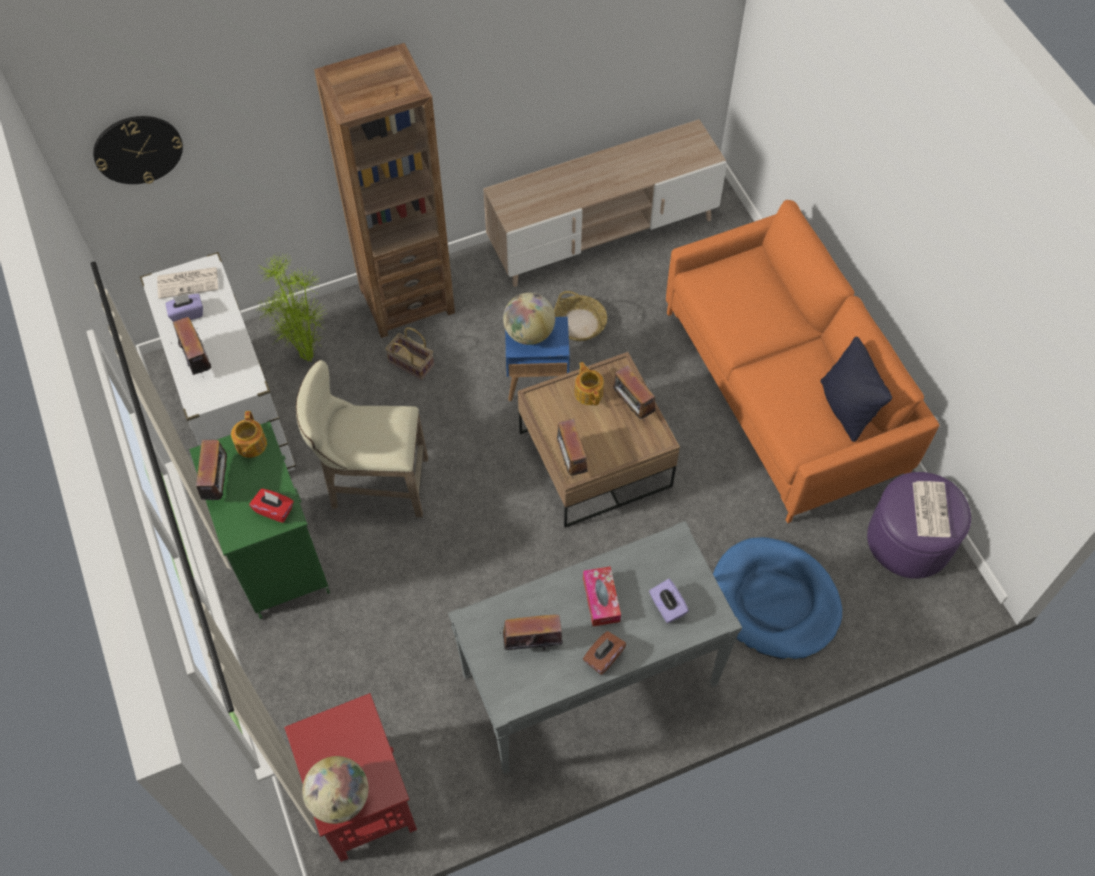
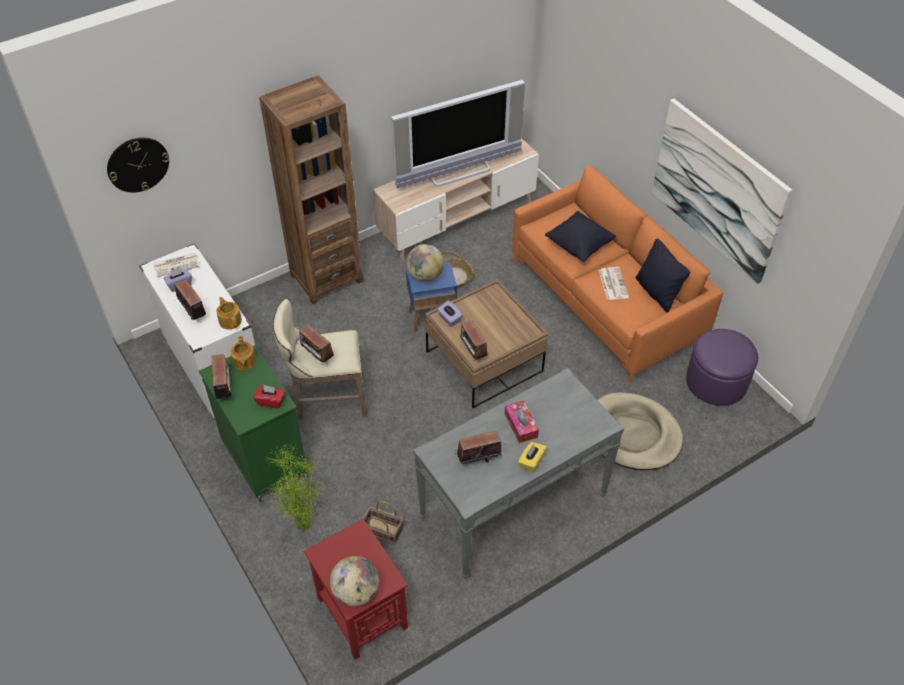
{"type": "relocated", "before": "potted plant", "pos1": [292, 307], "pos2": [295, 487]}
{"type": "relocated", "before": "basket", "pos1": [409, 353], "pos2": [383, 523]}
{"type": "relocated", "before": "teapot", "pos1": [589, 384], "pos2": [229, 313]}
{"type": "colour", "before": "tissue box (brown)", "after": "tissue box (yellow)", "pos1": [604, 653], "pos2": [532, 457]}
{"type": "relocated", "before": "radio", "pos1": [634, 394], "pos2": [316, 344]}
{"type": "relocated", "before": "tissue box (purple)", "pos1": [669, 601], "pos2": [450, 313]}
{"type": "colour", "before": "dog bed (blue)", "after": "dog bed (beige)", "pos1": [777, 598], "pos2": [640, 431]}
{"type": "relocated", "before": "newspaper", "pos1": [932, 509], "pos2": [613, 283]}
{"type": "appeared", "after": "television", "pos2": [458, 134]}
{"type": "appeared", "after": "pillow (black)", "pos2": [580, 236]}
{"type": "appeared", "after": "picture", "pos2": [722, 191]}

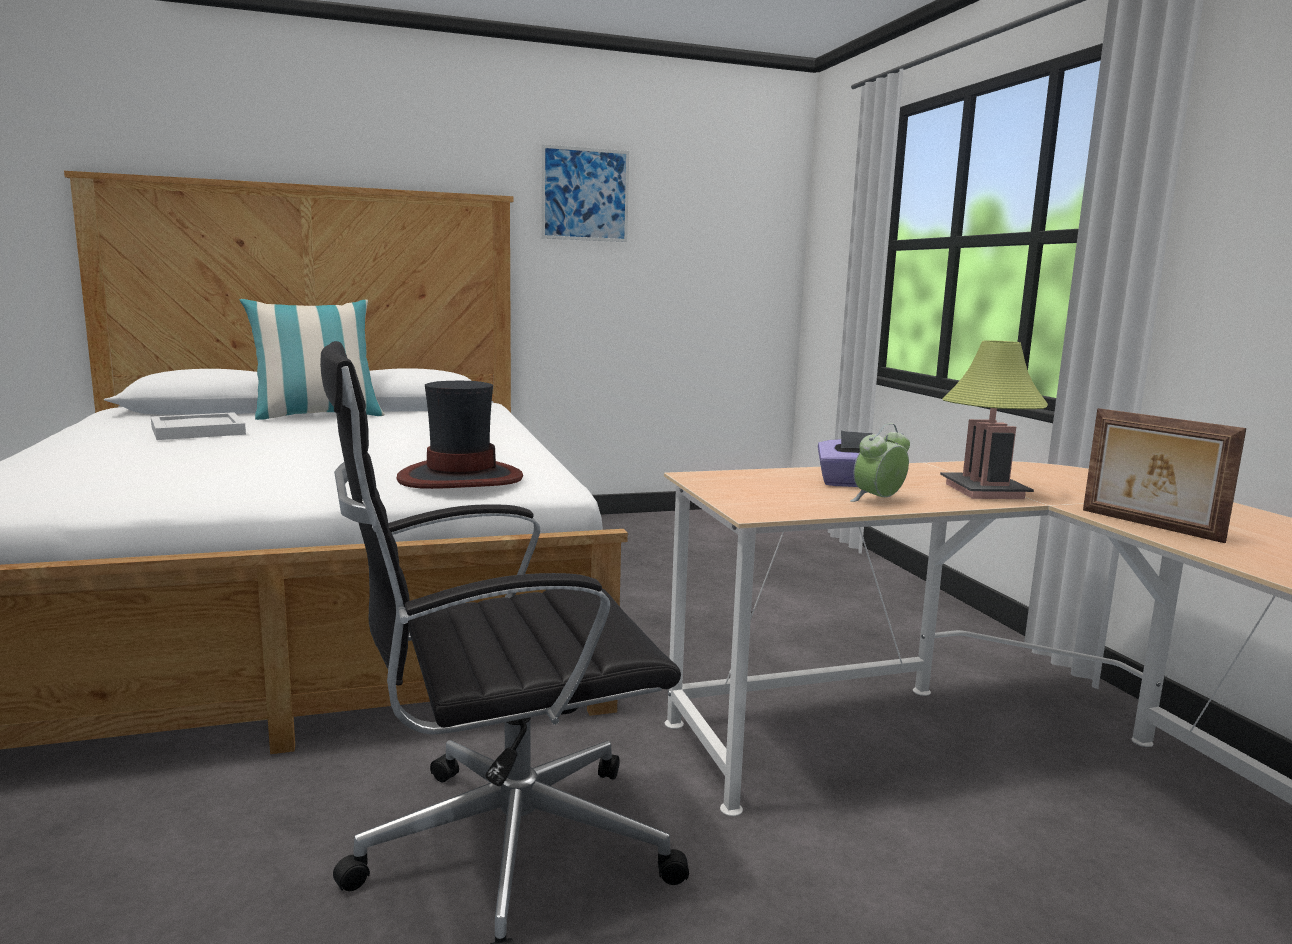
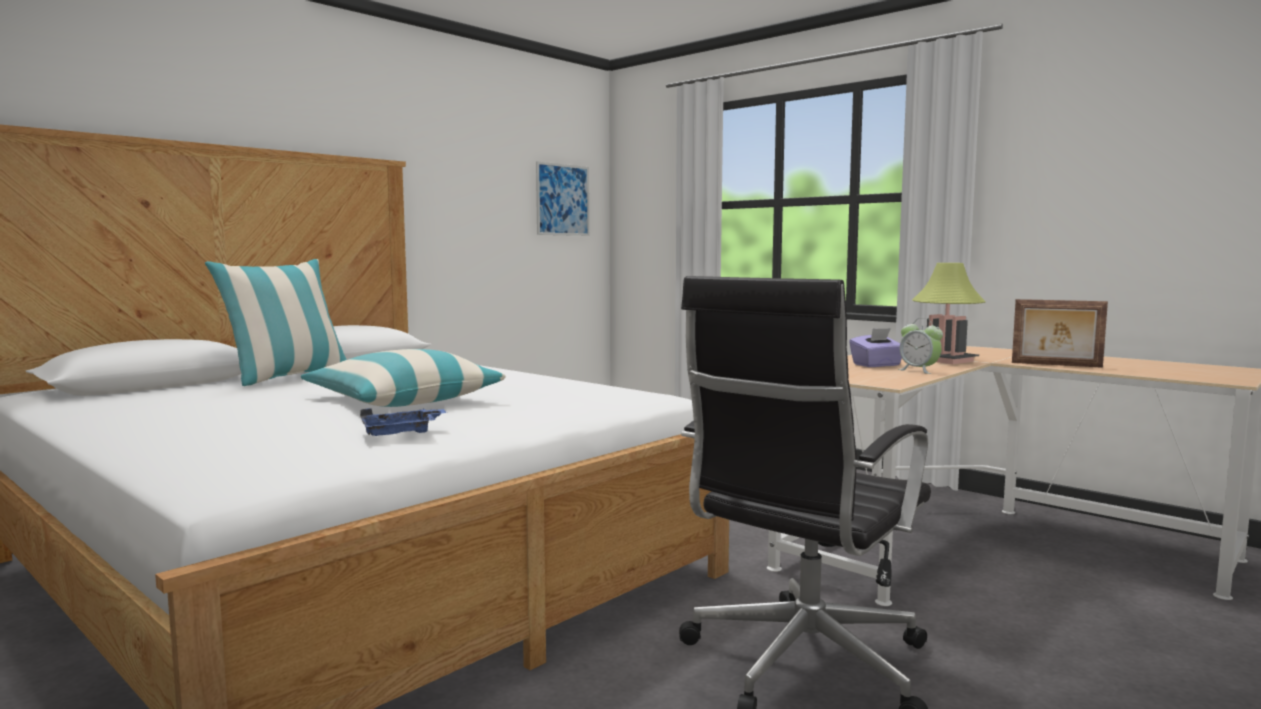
{"type": "missing", "before": "tray (white)", "pos1": [198, 426]}
{"type": "missing", "before": "hat", "pos1": [459, 435]}
{"type": "relocated", "before": "picture", "pos1": [585, 193], "pos2": [562, 198]}
{"type": "spun", "before": "alarm clock", "pos1": [880, 463], "pos2": [920, 346], "turn": -60}
{"type": "appeared", "after": "pillow", "pos2": [403, 378]}
{"type": "appeared", "after": "tray (blue)", "pos2": [403, 422]}

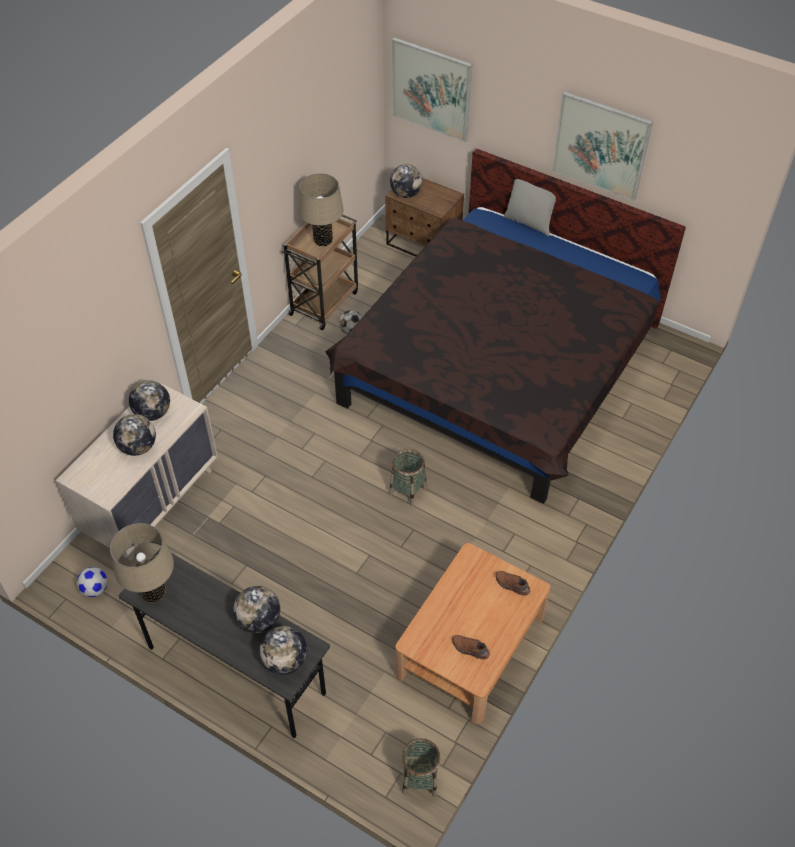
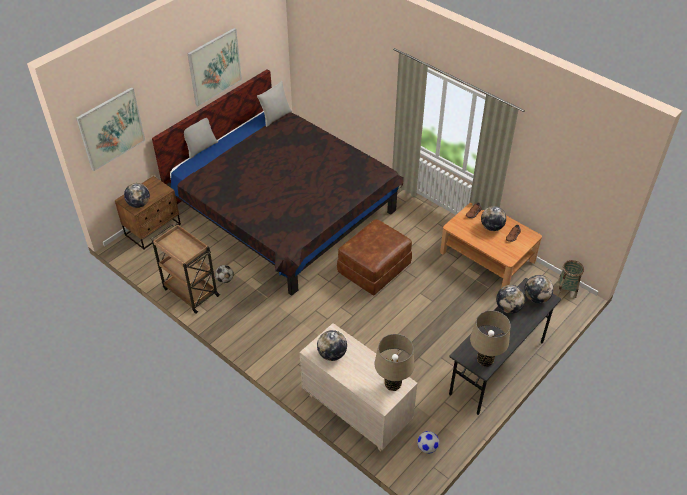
{"type": "relocated", "before": "globe", "pos1": [134, 435], "pos2": [493, 218]}
{"type": "relocated", "before": "table lamp (beige)", "pos1": [321, 209], "pos2": [395, 362]}
{"type": "exchanged", "before": "basket", "after": "ottoman (brown)", "pos1": [408, 477], "pos2": [374, 257]}
{"type": "appeared", "after": "pillow (grey)", "pos2": [274, 104]}

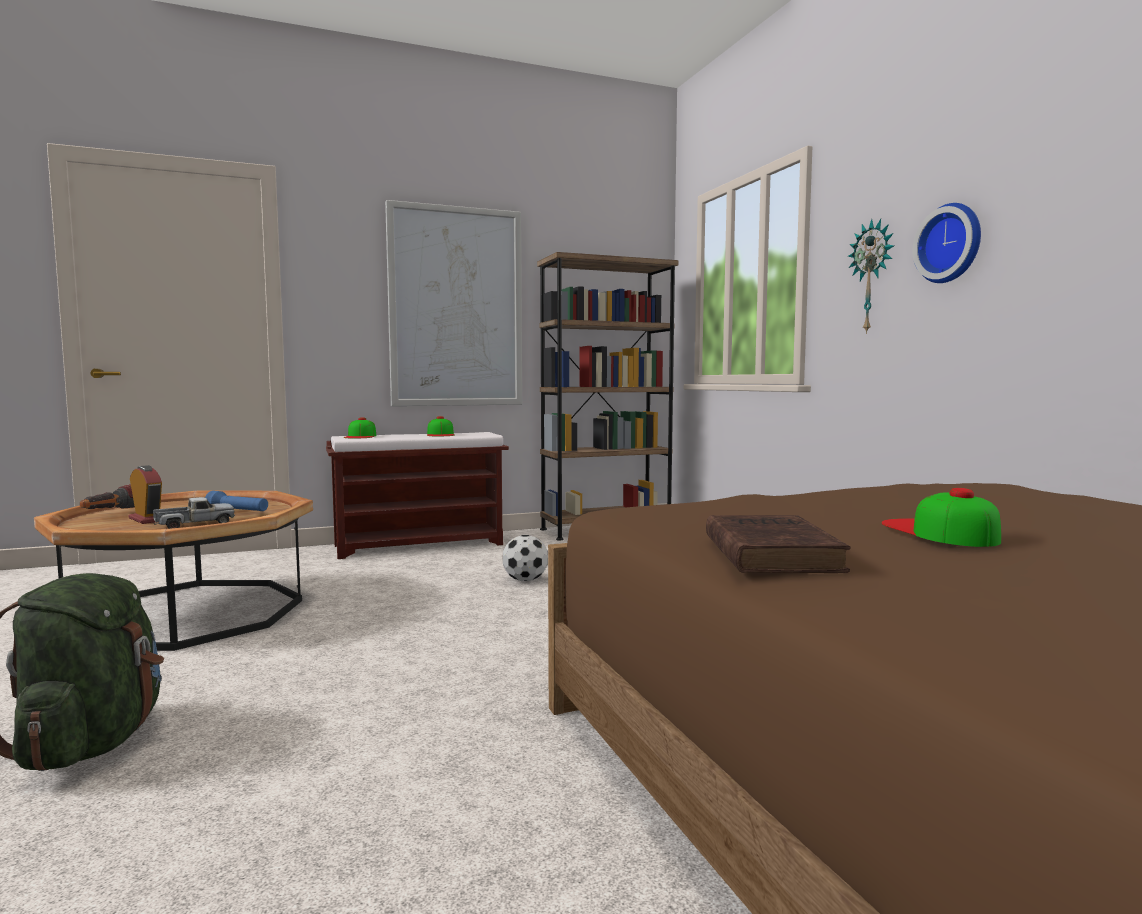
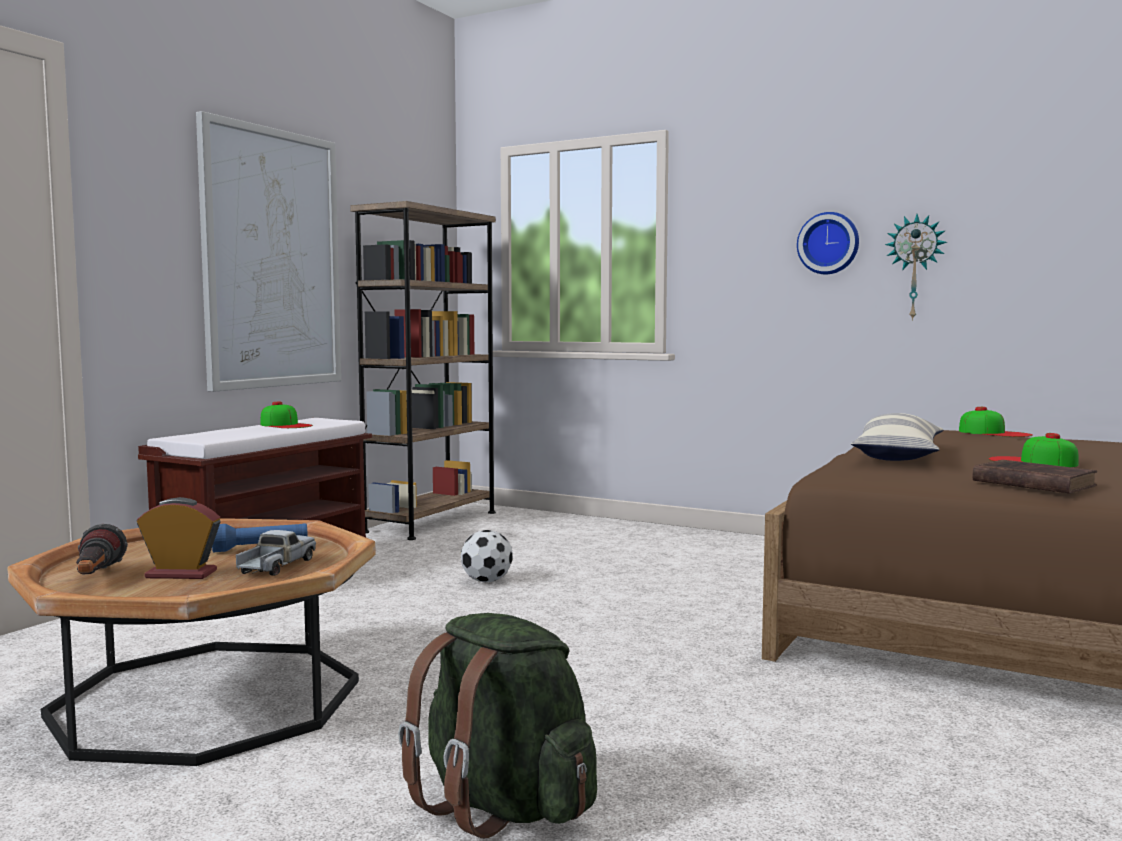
{"type": "relocated", "before": "cap", "pos1": [360, 427], "pos2": [996, 422]}
{"type": "relocated", "before": "wall clock", "pos1": [871, 276], "pos2": [916, 267]}
{"type": "appeared", "after": "pillow", "pos2": [897, 437]}

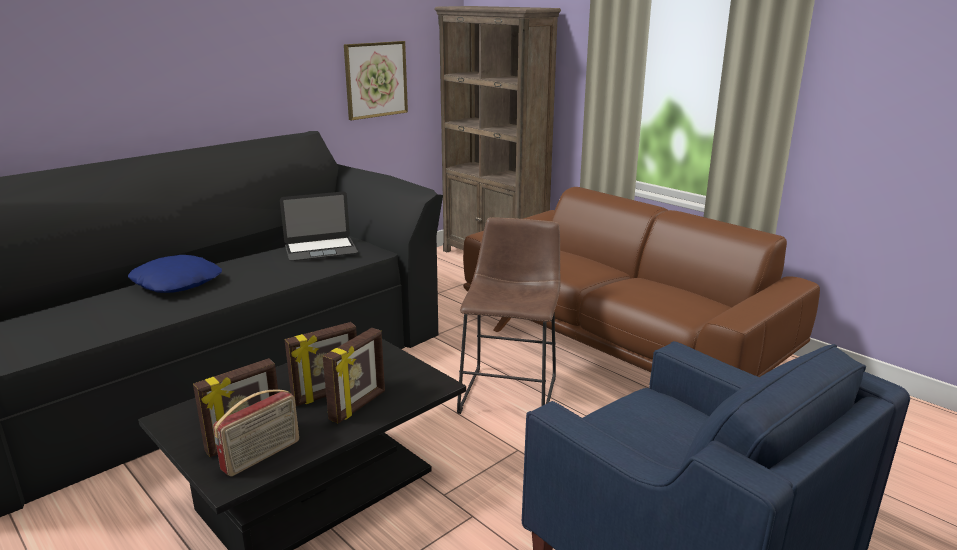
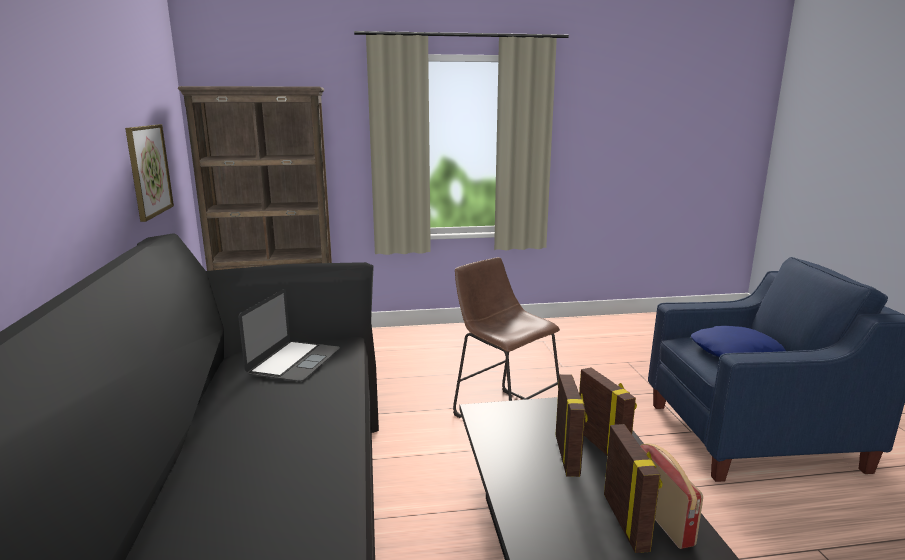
{"type": "relocated", "before": "pillow (blue)", "pos1": [175, 274], "pos2": [738, 341]}
{"type": "missing", "before": "sofa (brown)", "pos1": [641, 282]}

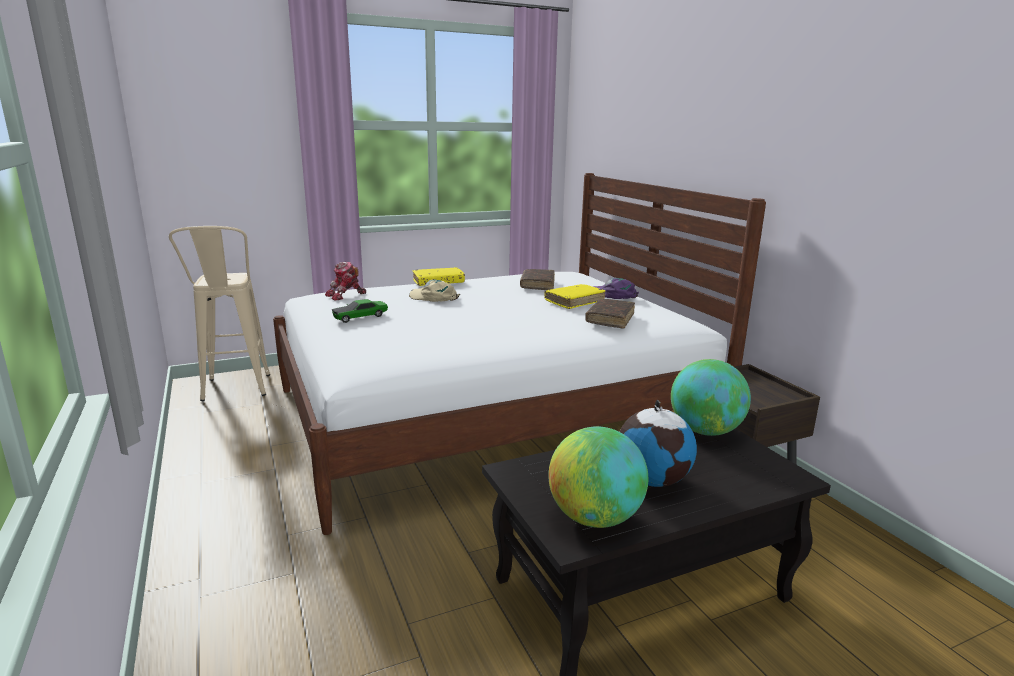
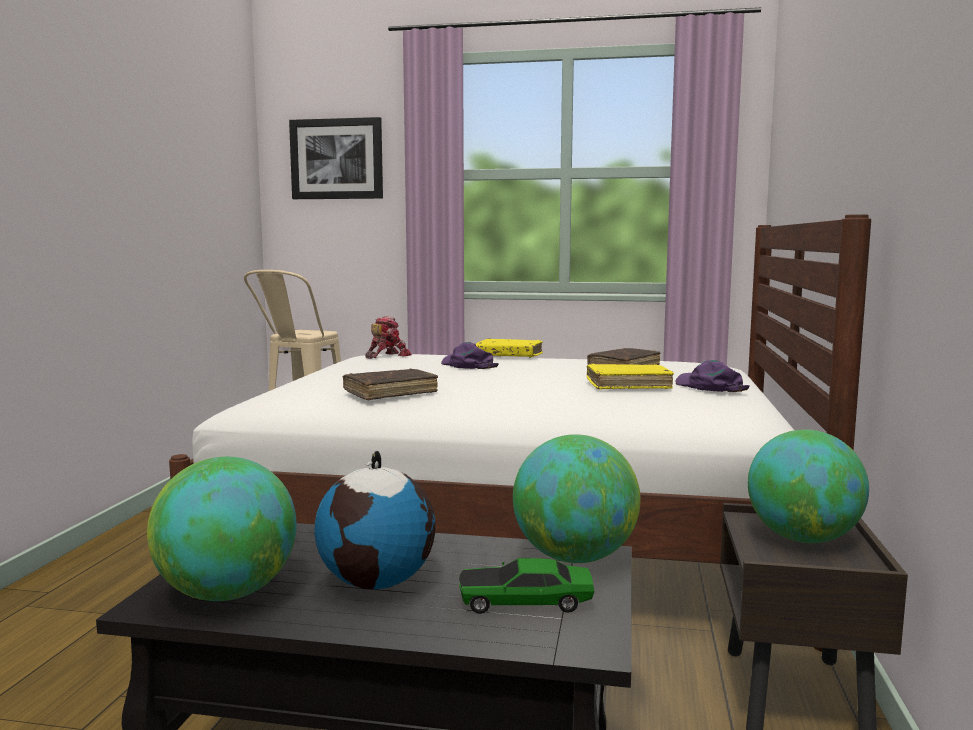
{"type": "spun", "before": "toy robot", "pos1": [345, 281], "pos2": [388, 337], "turn": 135}
{"type": "relocated", "before": "toy car", "pos1": [360, 311], "pos2": [527, 586]}
{"type": "colour", "before": "cap (beige)", "after": "cap (purple)", "pos1": [434, 291], "pos2": [470, 355]}
{"type": "relocated", "before": "book (brown)", "pos1": [610, 313], "pos2": [390, 384]}
{"type": "appeared", "after": "picture", "pos2": [336, 158]}
{"type": "appeared", "after": "globe", "pos2": [808, 486]}

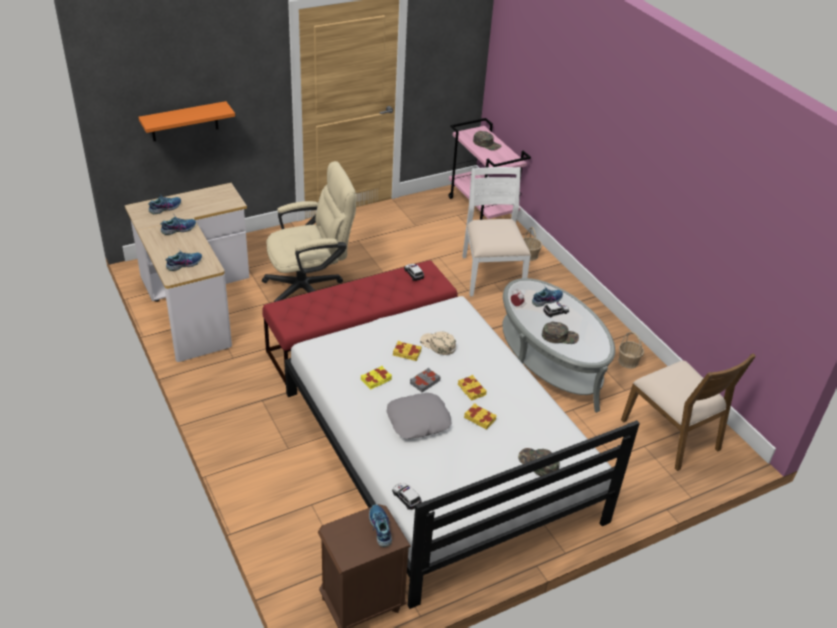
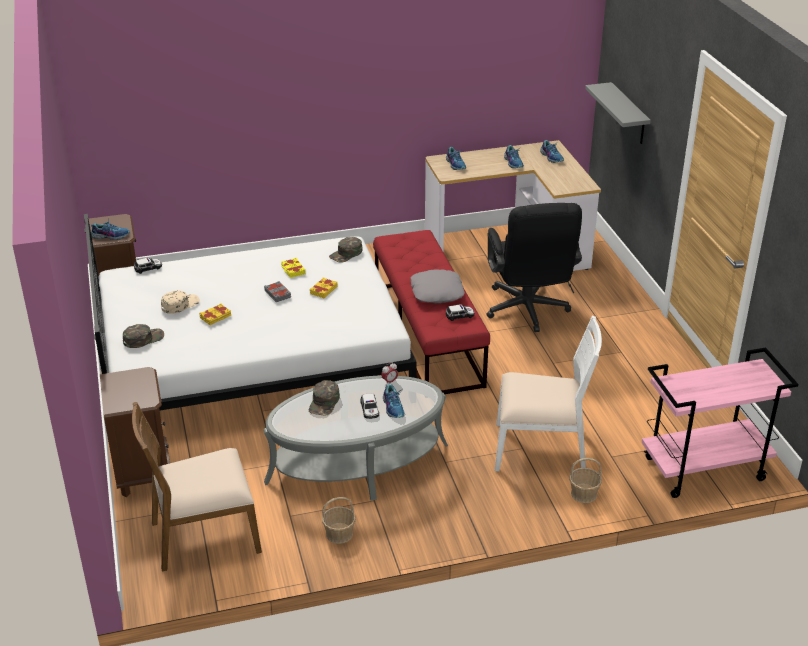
{"type": "colour", "before": "shelf (orange)", "after": "shelf (grey)", "pos1": [187, 121], "pos2": [618, 113]}
{"type": "colour", "before": "office chair (beige)", "after": "office chair (black)", "pos1": [309, 231], "pos2": [534, 267]}
{"type": "relocated", "before": "pillow (grey)", "pos1": [419, 416], "pos2": [437, 286]}
{"type": "relocated", "before": "cap (beige)", "pos1": [438, 343], "pos2": [180, 302]}
{"type": "missing", "before": "book (yellow)", "pos1": [472, 388]}
{"type": "relocated", "before": "cap (green)", "pos1": [487, 141], "pos2": [345, 250]}
{"type": "appeared", "after": "nightstand (brown)", "pos2": [135, 432]}

